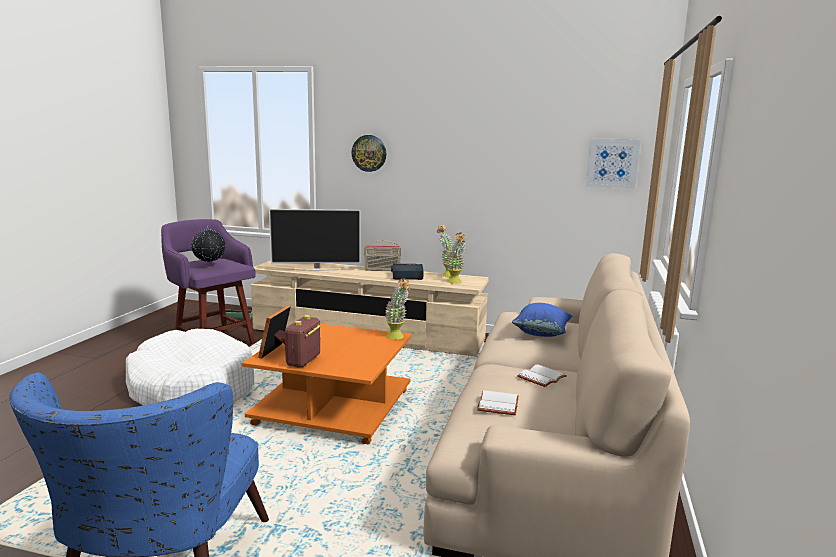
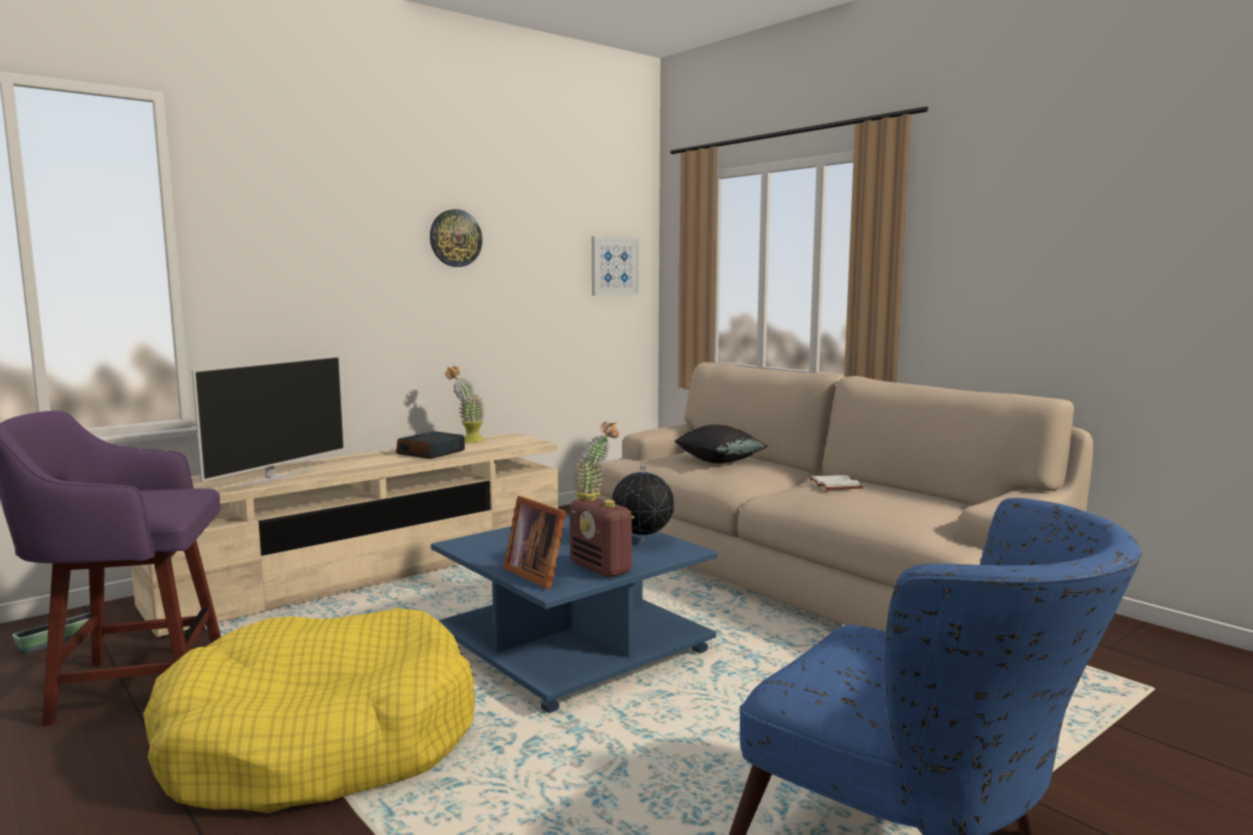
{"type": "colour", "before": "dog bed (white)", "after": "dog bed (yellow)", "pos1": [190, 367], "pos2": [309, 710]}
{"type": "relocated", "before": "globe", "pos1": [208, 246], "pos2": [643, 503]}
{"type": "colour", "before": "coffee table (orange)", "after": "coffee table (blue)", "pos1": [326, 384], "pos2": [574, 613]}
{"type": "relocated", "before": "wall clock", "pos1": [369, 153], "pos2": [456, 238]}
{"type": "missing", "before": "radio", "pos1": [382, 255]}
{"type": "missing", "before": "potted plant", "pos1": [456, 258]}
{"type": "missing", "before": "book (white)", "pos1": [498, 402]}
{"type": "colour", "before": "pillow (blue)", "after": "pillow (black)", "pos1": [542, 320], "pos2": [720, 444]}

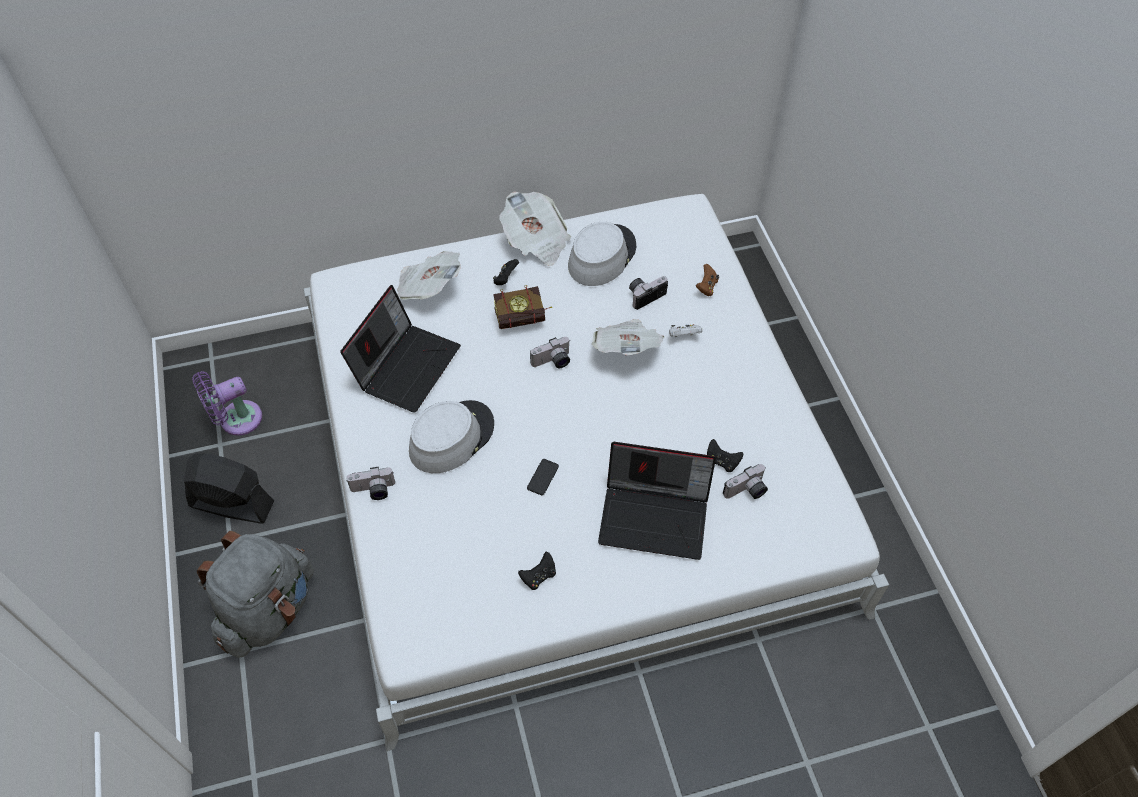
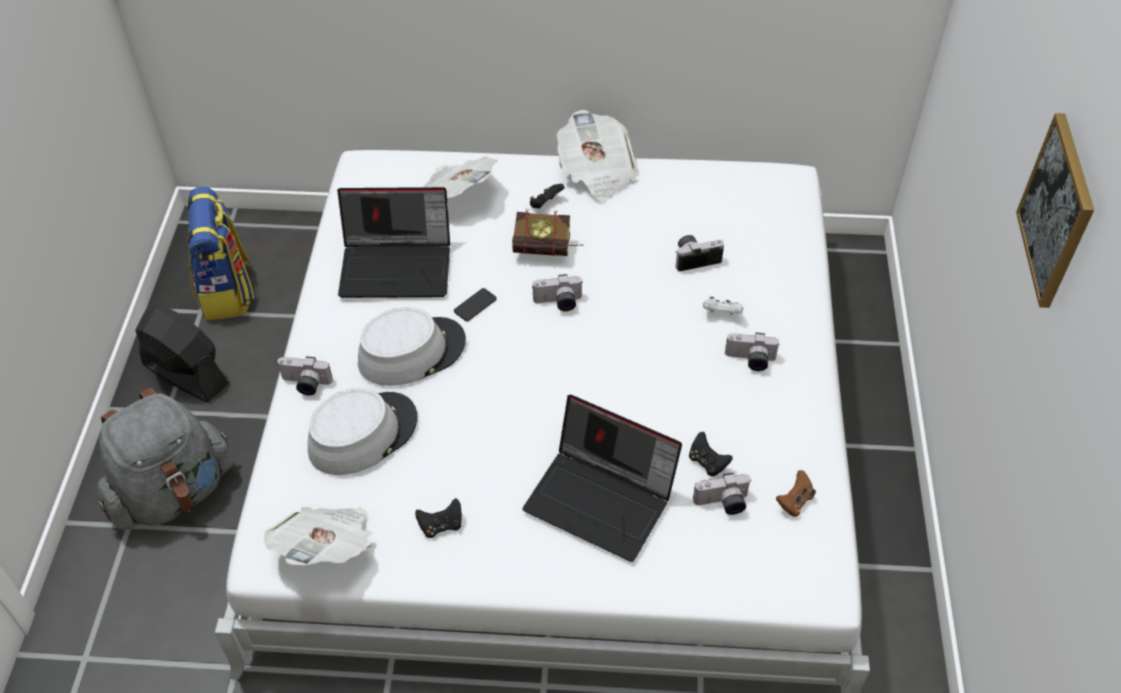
{"type": "exchanged", "before": "fan (purple)", "after": "backpack", "pos1": [227, 403], "pos2": [220, 253]}
{"type": "spun", "before": "laptop", "pos1": [400, 349], "pos2": [393, 242], "turn": 45}
{"type": "relocated", "before": "phone", "pos1": [543, 477], "pos2": [475, 304]}
{"type": "relocated", "before": "hat (grey)", "pos1": [602, 254], "pos2": [362, 431]}
{"type": "relocated", "before": "newspaper", "pos1": [628, 337], "pos2": [318, 536]}
{"type": "relocated", "before": "game controller (brown)", "pos1": [707, 280], "pos2": [796, 493]}
{"type": "appeared", "after": "photo camera", "pos2": [752, 352]}
{"type": "appeared", "after": "picture", "pos2": [1055, 210]}

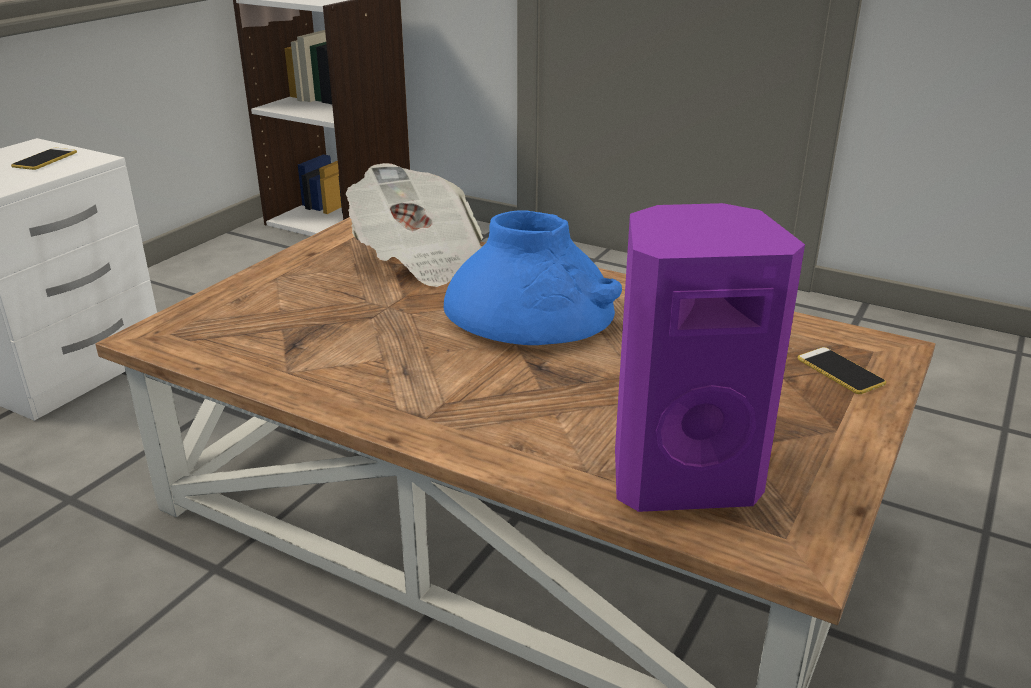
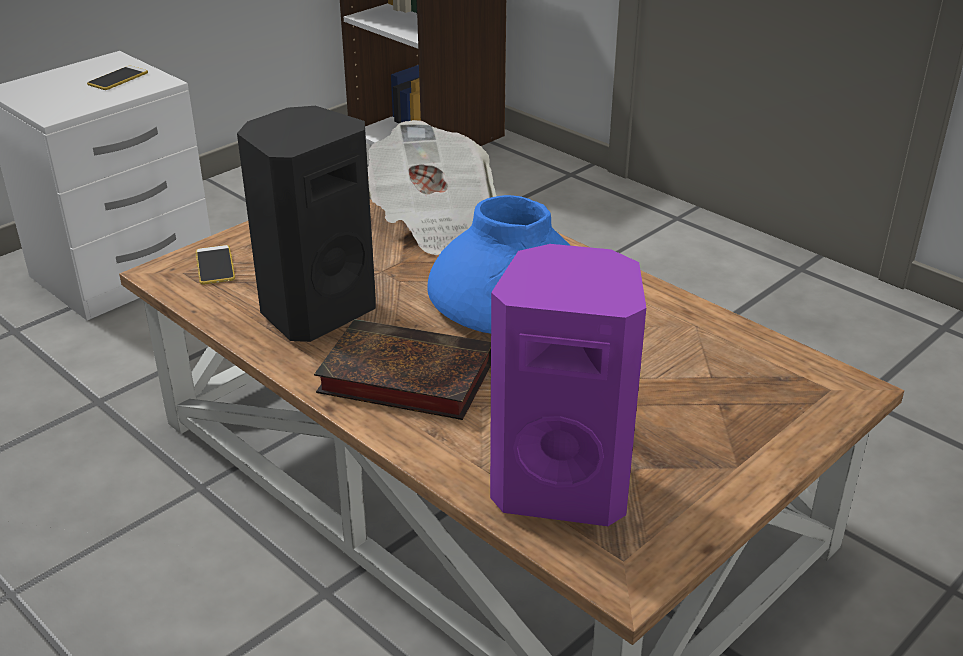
{"type": "relocated", "before": "phone", "pos1": [842, 370], "pos2": [215, 265]}
{"type": "appeared", "after": "speaker (black)", "pos2": [306, 224]}
{"type": "appeared", "after": "book", "pos2": [402, 369]}

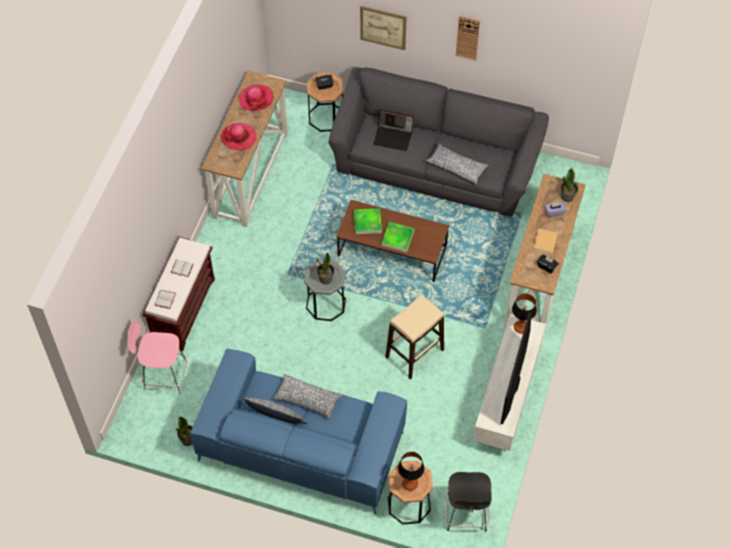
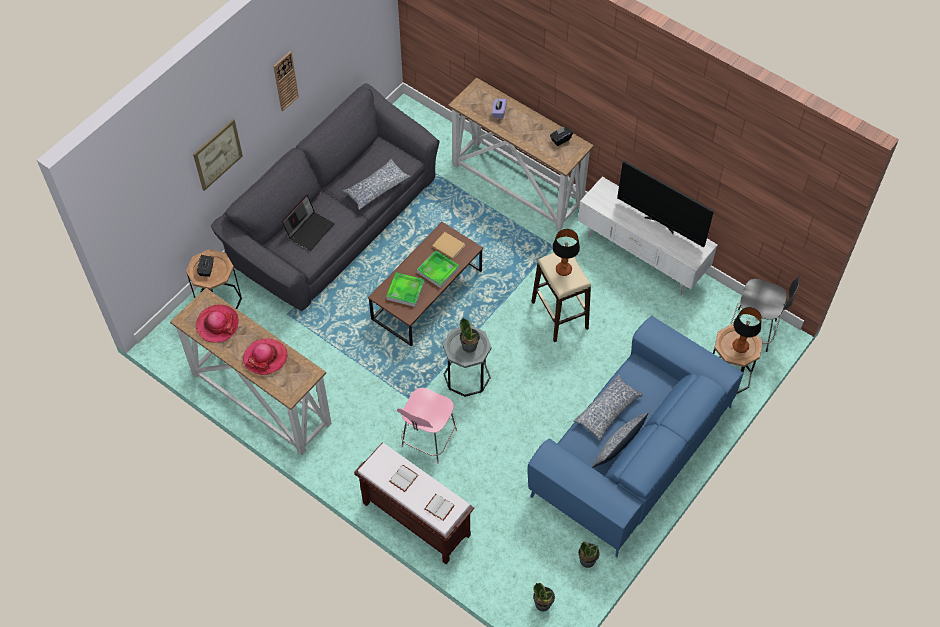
{"type": "relocated", "before": "stool (pink)", "pos1": [157, 356], "pos2": [427, 426]}
{"type": "relocated", "before": "table lamp", "pos1": [524, 313], "pos2": [566, 252]}
{"type": "relocated", "before": "book (beige)", "pos1": [545, 241], "pos2": [448, 246]}
{"type": "relocated", "before": "potted plant", "pos1": [569, 185], "pos2": [544, 597]}

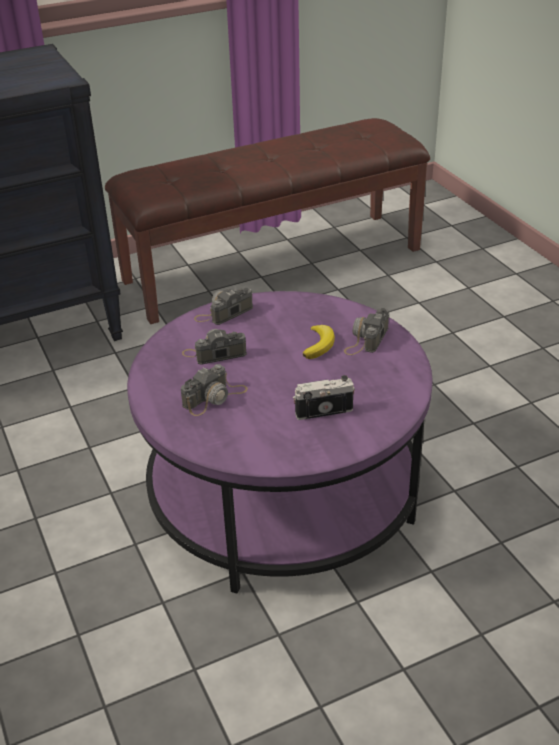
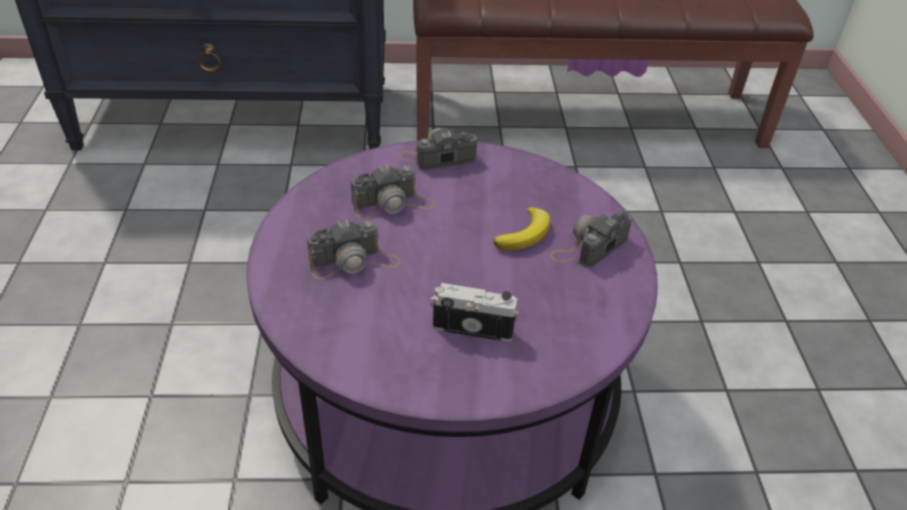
{"type": "spun", "before": "photo camera", "pos1": [214, 346], "pos2": [393, 191], "turn": 150}

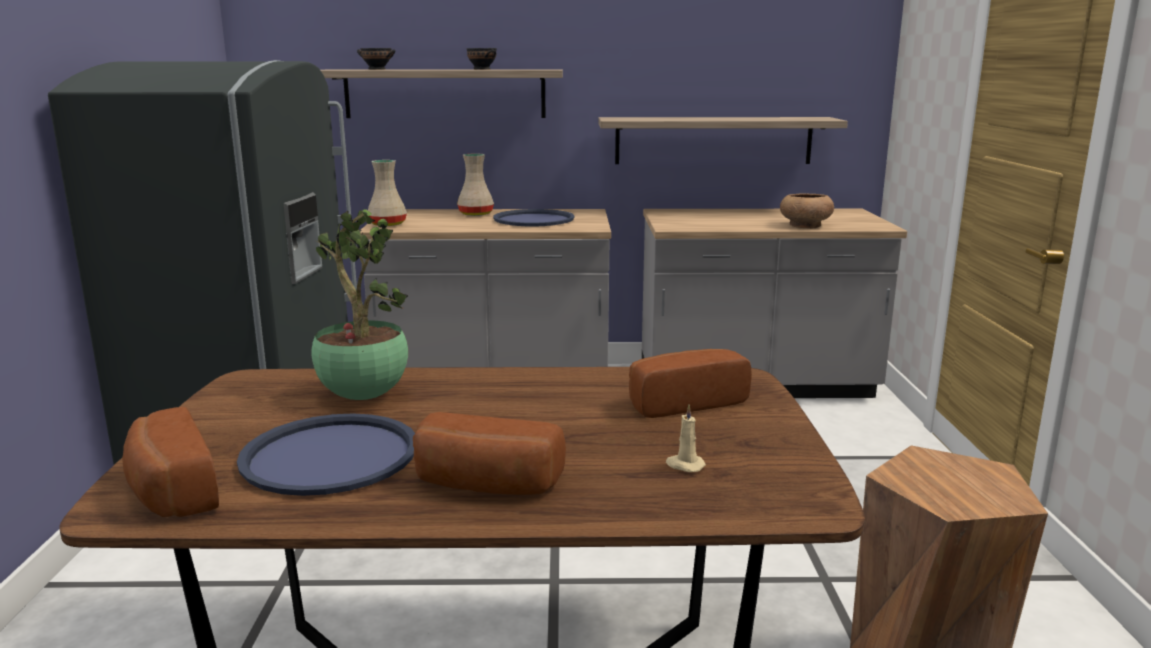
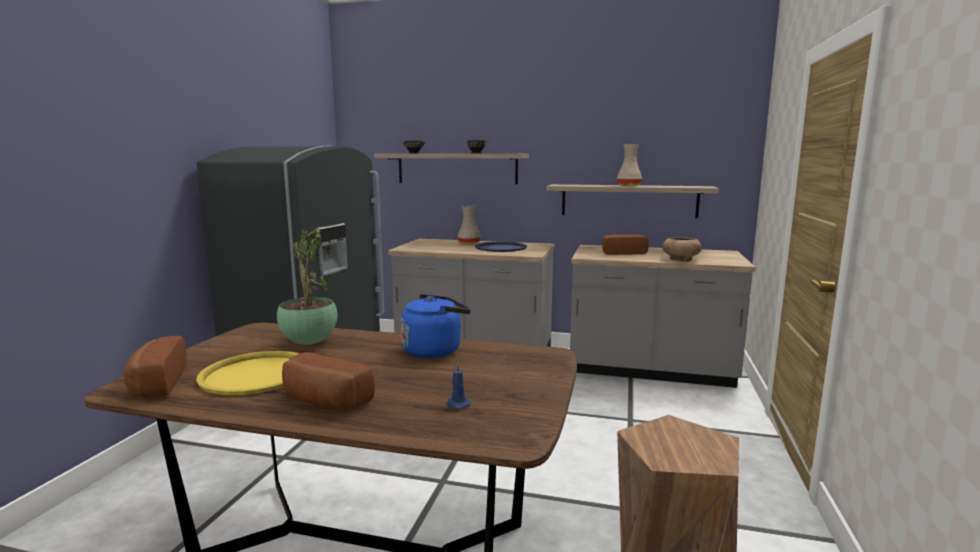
{"type": "colour", "before": "tray (blue)", "after": "tray (yellow)", "pos1": [326, 454], "pos2": [248, 373]}
{"type": "relocated", "before": "vase (beige)", "pos1": [387, 193], "pos2": [629, 165]}
{"type": "relocated", "before": "bread", "pos1": [690, 383], "pos2": [625, 244]}
{"type": "colour", "before": "candle (beige)", "after": "candle (blue)", "pos1": [686, 438], "pos2": [458, 386]}
{"type": "appeared", "after": "kettle (blue)", "pos2": [436, 326]}

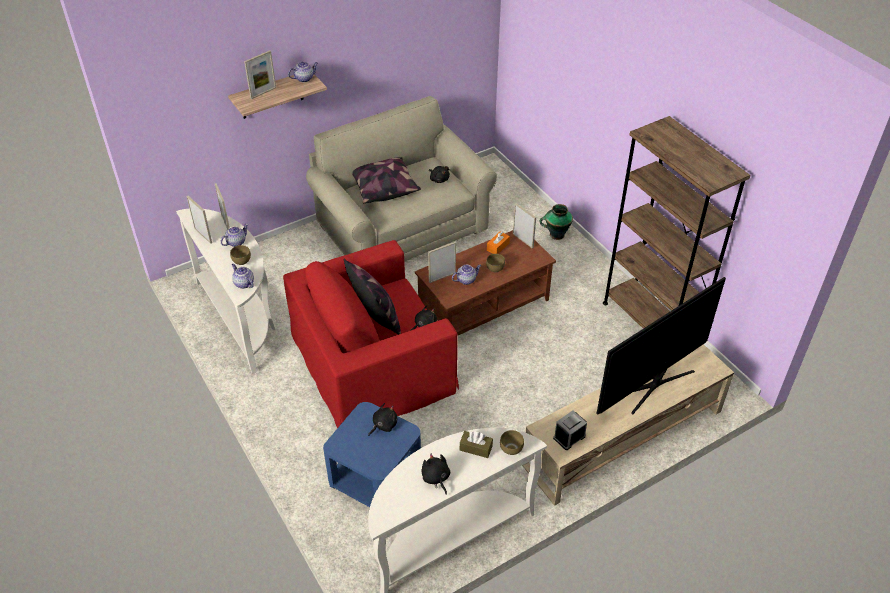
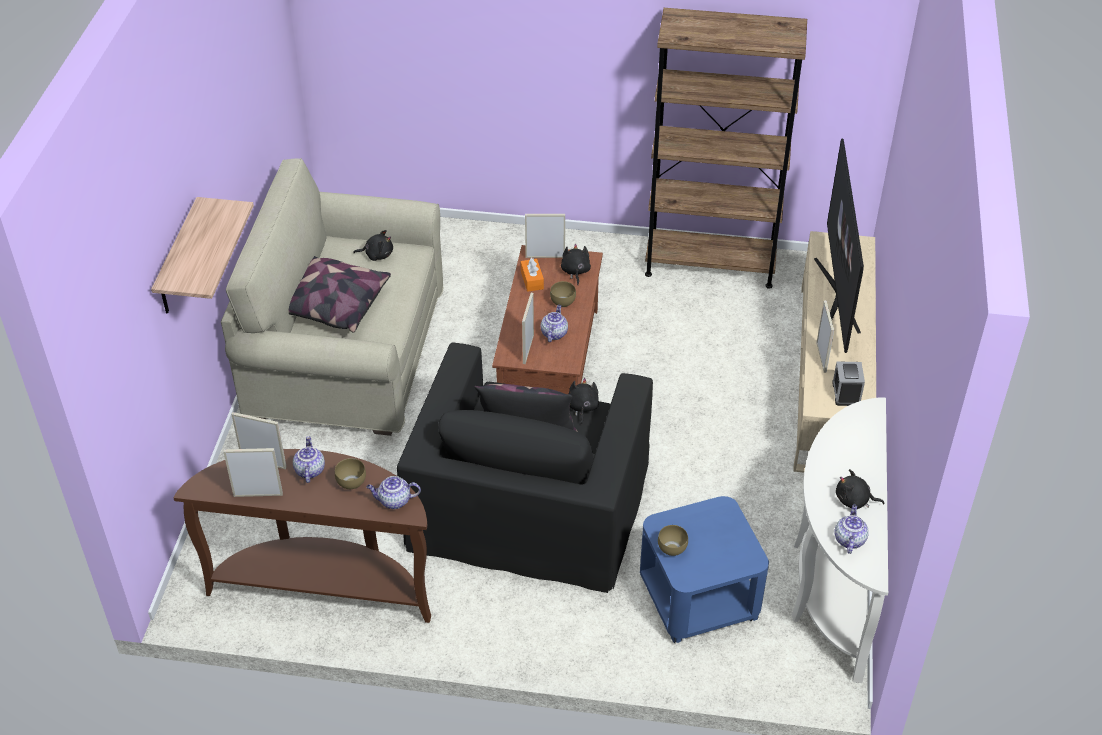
{"type": "colour", "before": "console table (white)", "after": "console table (brown)", "pos1": [226, 291], "pos2": [302, 536]}
{"type": "relocated", "before": "picture frame", "pos1": [260, 74], "pos2": [825, 336]}
{"type": "colour", "before": "armchair (red)", "after": "armchair (black)", "pos1": [371, 334], "pos2": [525, 468]}
{"type": "relocated", "before": "teapot", "pos1": [303, 72], "pos2": [852, 529]}
{"type": "relocated", "before": "plush toy (black)", "pos1": [382, 419], "pos2": [576, 264]}
{"type": "missing", "before": "tissue box (brown)", "pos1": [476, 444]}
{"type": "relocated", "before": "bowl (brown)", "pos1": [512, 442], "pos2": [673, 540]}
{"type": "missing", "before": "vase", "pos1": [556, 222]}

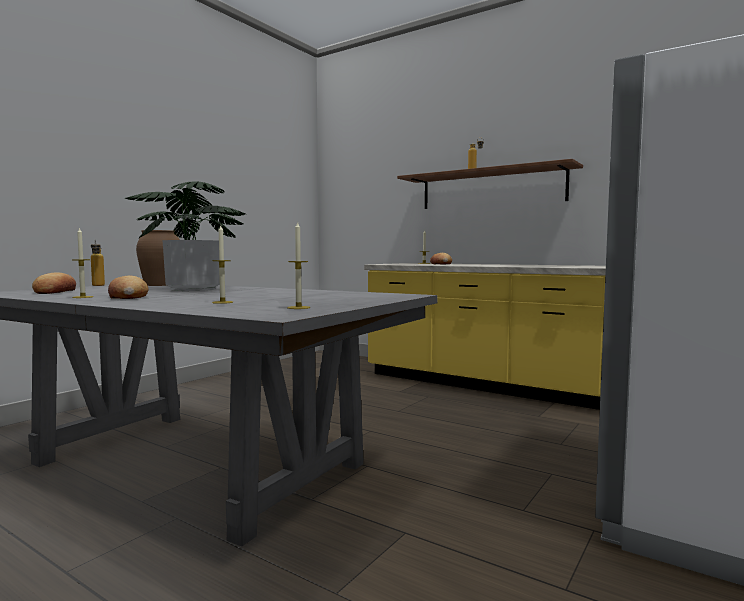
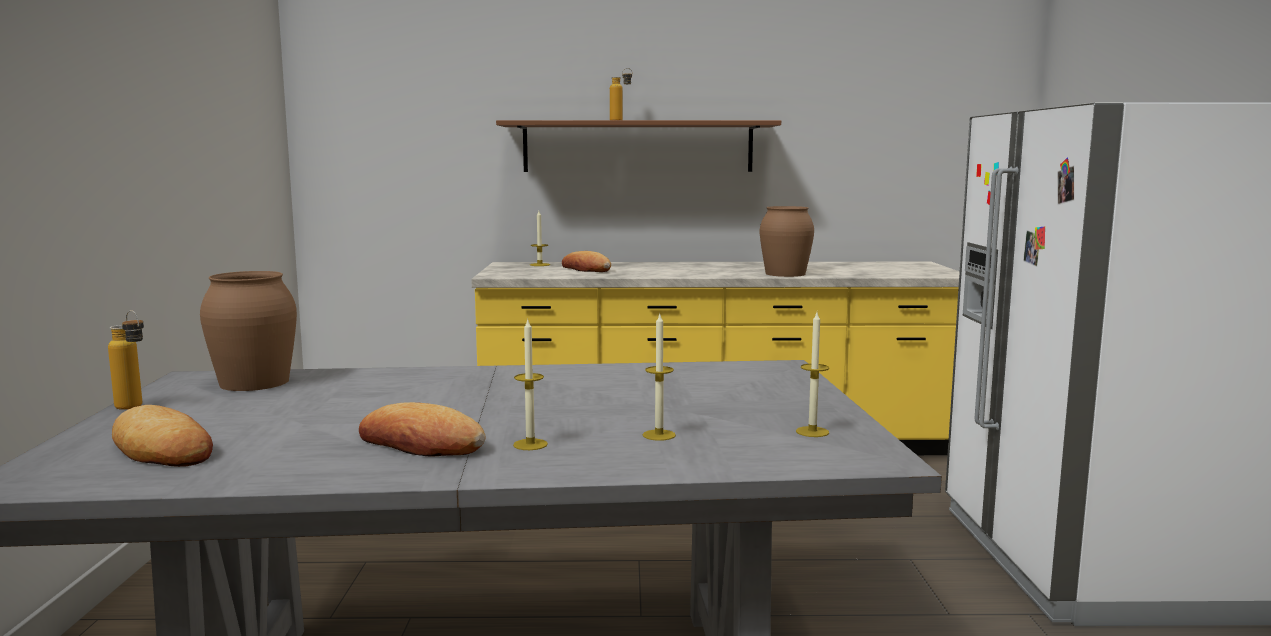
{"type": "relocated", "before": "candle", "pos1": [82, 262], "pos2": [530, 384]}
{"type": "missing", "before": "potted plant", "pos1": [186, 236]}
{"type": "appeared", "after": "vase (brown)", "pos2": [787, 241]}

